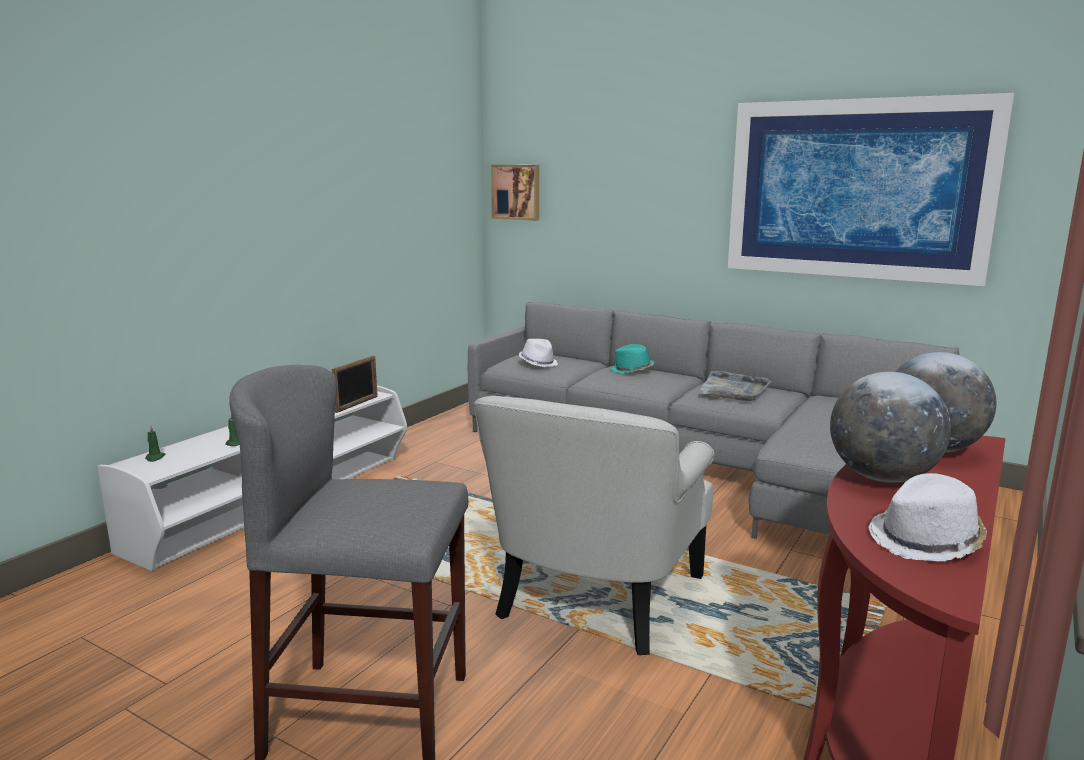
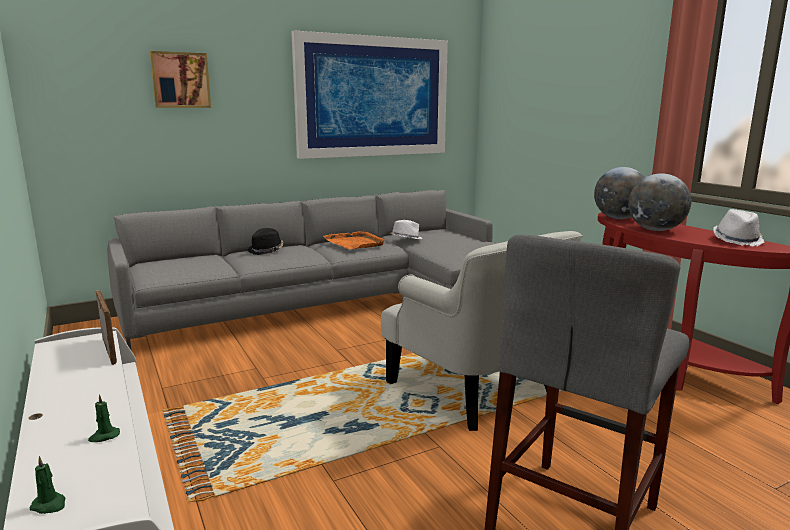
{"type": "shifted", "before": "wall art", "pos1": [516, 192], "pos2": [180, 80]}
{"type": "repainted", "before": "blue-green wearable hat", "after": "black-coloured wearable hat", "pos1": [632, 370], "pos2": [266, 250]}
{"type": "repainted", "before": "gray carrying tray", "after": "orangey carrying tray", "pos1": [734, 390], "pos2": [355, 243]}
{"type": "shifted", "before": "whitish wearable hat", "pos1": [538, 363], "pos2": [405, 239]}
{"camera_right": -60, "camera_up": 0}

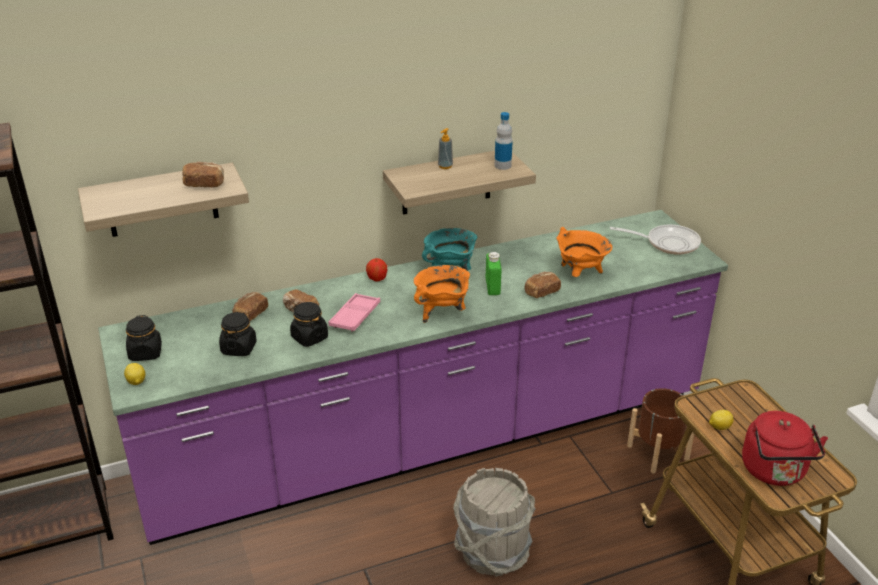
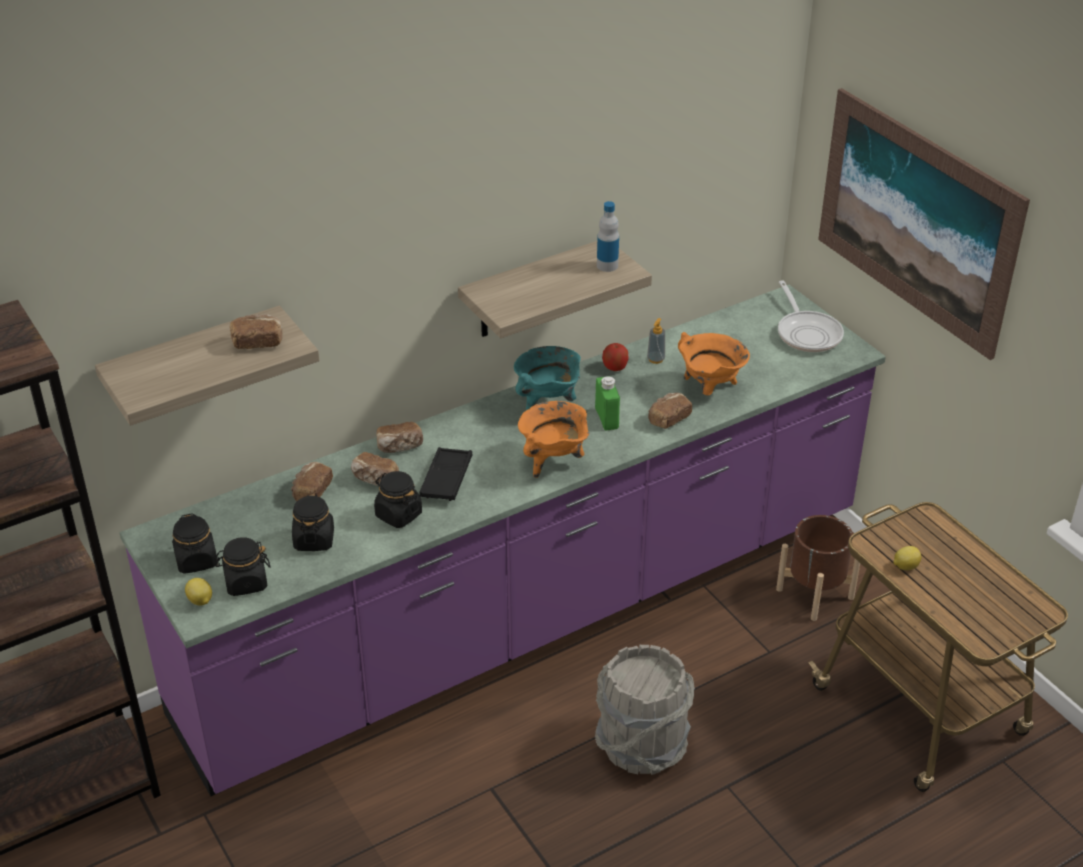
{"type": "new", "after": "black-coloured preserve jar", "pos2": [245, 582]}
{"type": "new", "after": "baked bread", "pos2": [400, 447]}
{"type": "repainted", "before": "pink carrying tray", "after": "black-coloured carrying tray", "pos1": [355, 316], "pos2": [446, 479]}
{"type": "shifted", "before": "apple", "pos1": [377, 279], "pos2": [615, 368]}
{"type": "shifted", "before": "soap bottle", "pos1": [445, 166], "pos2": [655, 359]}
{"type": "rotated", "before": "pan", "pos1": [667, 243], "pos2": [807, 333], "turn": 75}
{"type": "new", "after": "wall art", "pos2": [916, 220]}
{"type": "gone", "before": "red-coloured water kettle", "pos1": [775, 472]}
{"camera_right": -10, "camera_up": 5}

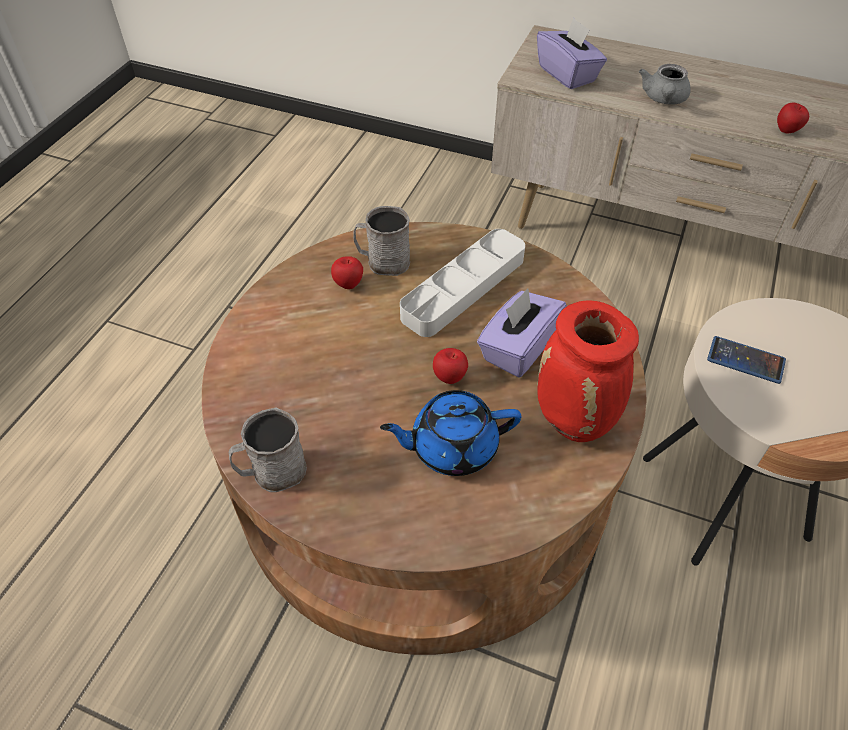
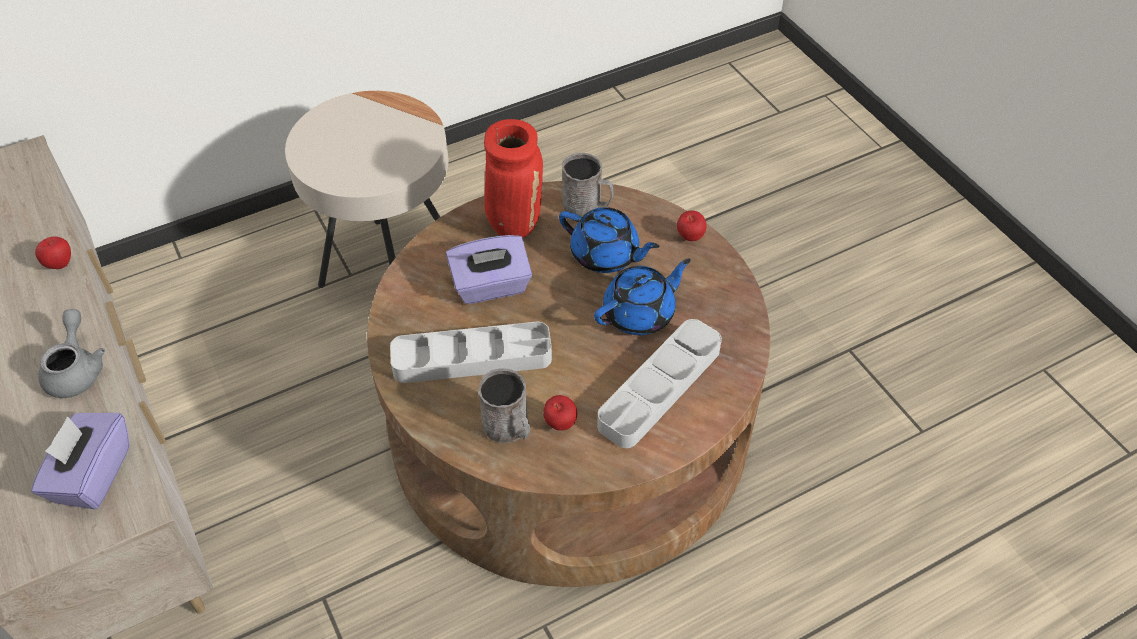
{"type": "rotated", "before": "gray tea pot", "pos1": [663, 99], "pos2": [77, 370], "turn": -60}
{"type": "shifted", "before": "gray coffee mug", "pos1": [272, 472], "pos2": [587, 206]}
{"type": "new", "after": "blue-coloured tea pot", "pos2": [640, 314]}
{"type": "new", "after": "gray carrying tray", "pos2": [660, 387]}
{"type": "shifted", "before": "apple", "pos1": [450, 377], "pos2": [689, 237]}
{"type": "gone", "before": "phone", "pos1": [745, 360]}
{"camera_right": -140, "camera_up": 0}

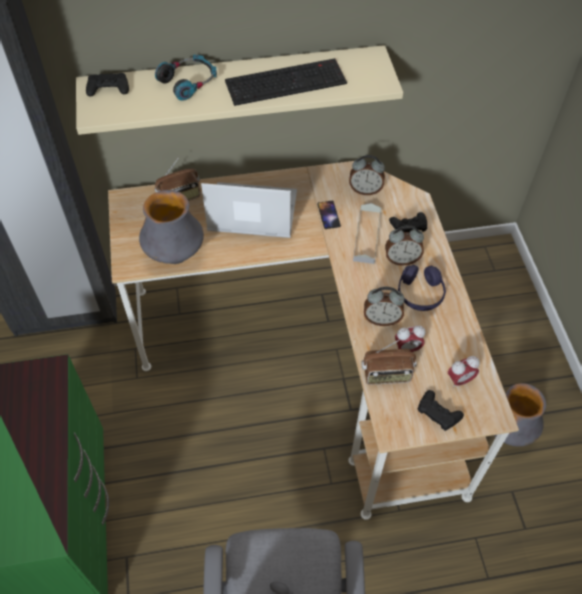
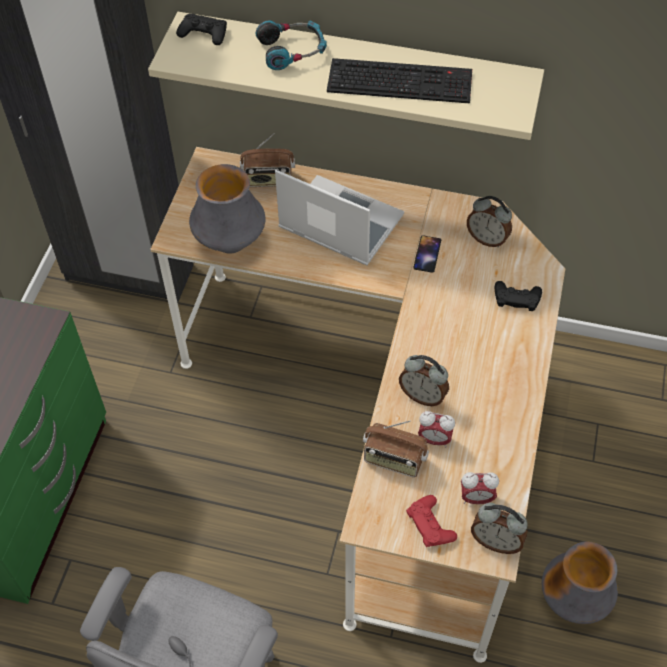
{"type": "repainted", "before": "black-coloured game controller", "after": "red-coloured game controller", "pos1": [438, 412], "pos2": [430, 524]}
{"type": "shifted", "before": "bedside clock", "pos1": [401, 259], "pos2": [496, 541]}
{"type": "gone", "before": "gray carrying tray", "pos1": [367, 236]}
{"type": "gone", "before": "purple pair of headphones", "pos1": [420, 293]}
{"camera_right": 25, "camera_up": 0}

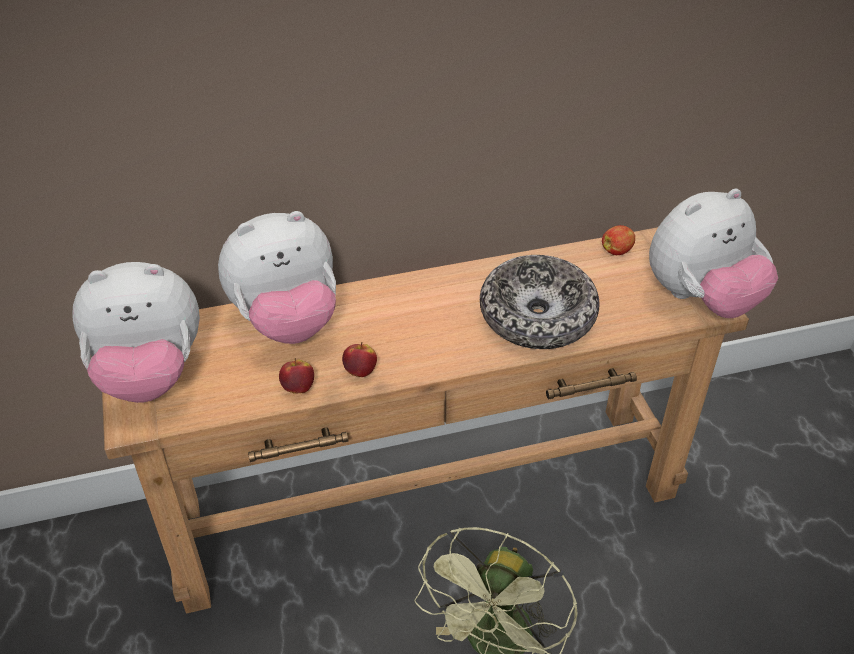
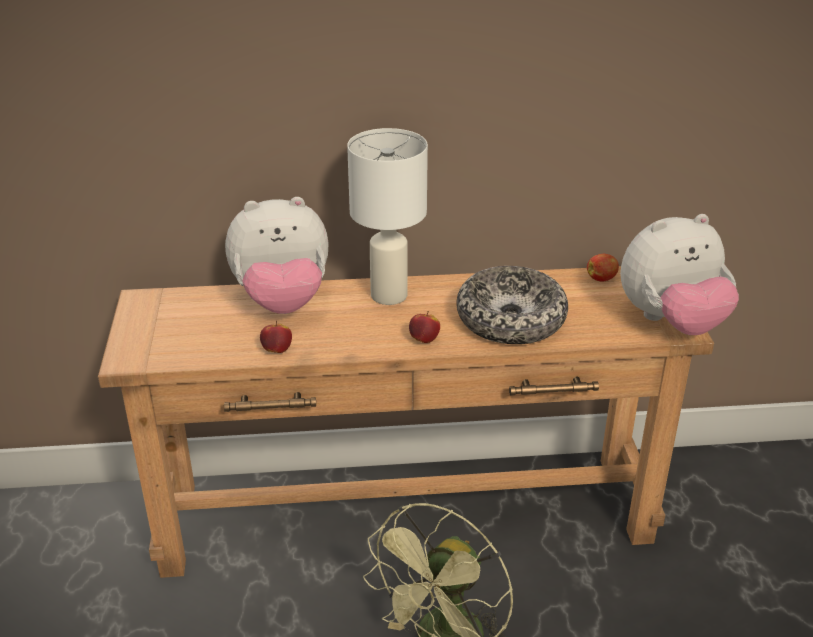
{"type": "new", "after": "whitish table lamp", "pos2": [390, 295]}
{"type": "shifted", "before": "apple", "pos1": [360, 371], "pos2": [424, 340]}
{"type": "gone", "before": "cuddly toy", "pos1": [149, 375]}
{"camera_right": 10, "camera_up": -10}

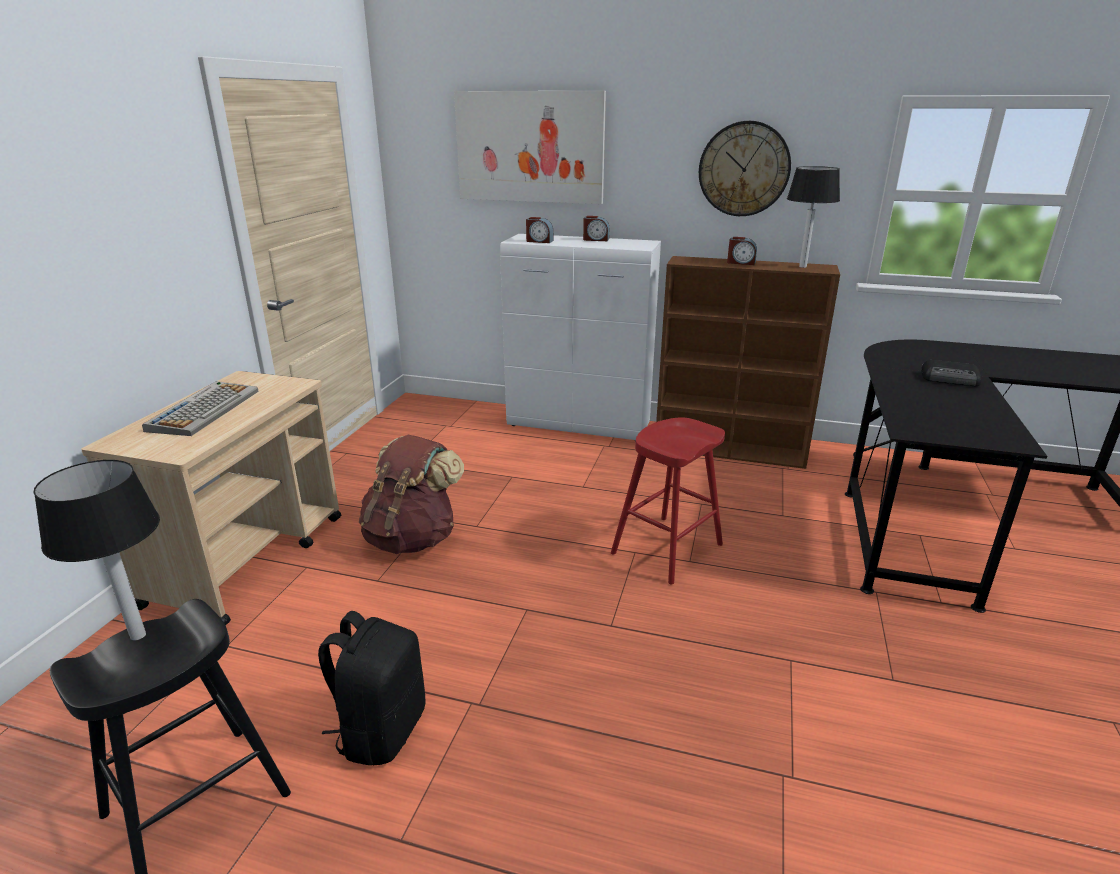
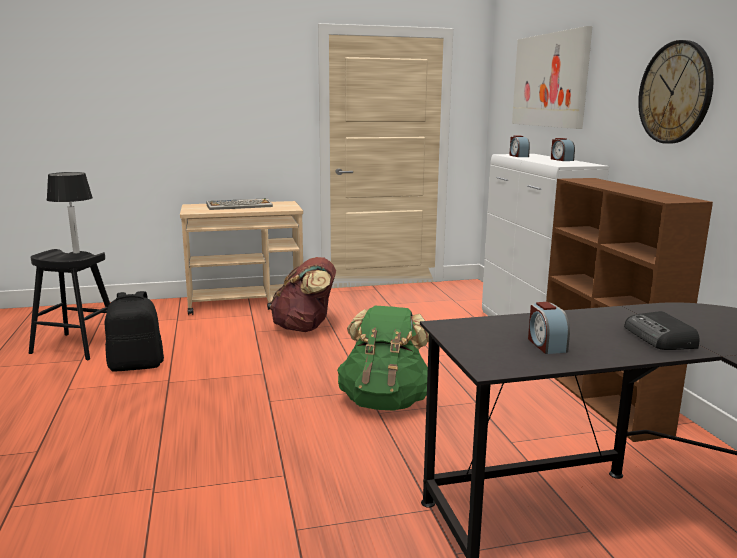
{"type": "swapped", "before": "red-coloured stool seat", "after": "greenish rucksack", "pos1": [667, 549], "pos2": [385, 401]}
{"type": "shifted", "before": "bedside clock", "pos1": [741, 262], "pos2": [546, 345]}
{"type": "gone", "before": "table lamp", "pos1": [803, 267]}
{"camera_right": 60, "camera_up": -10}

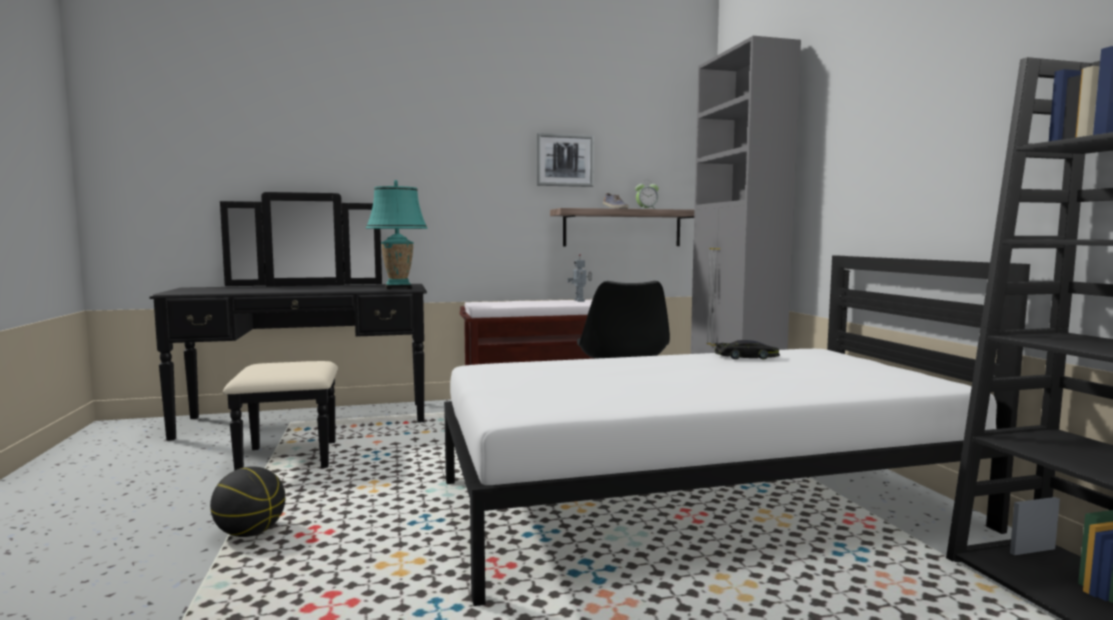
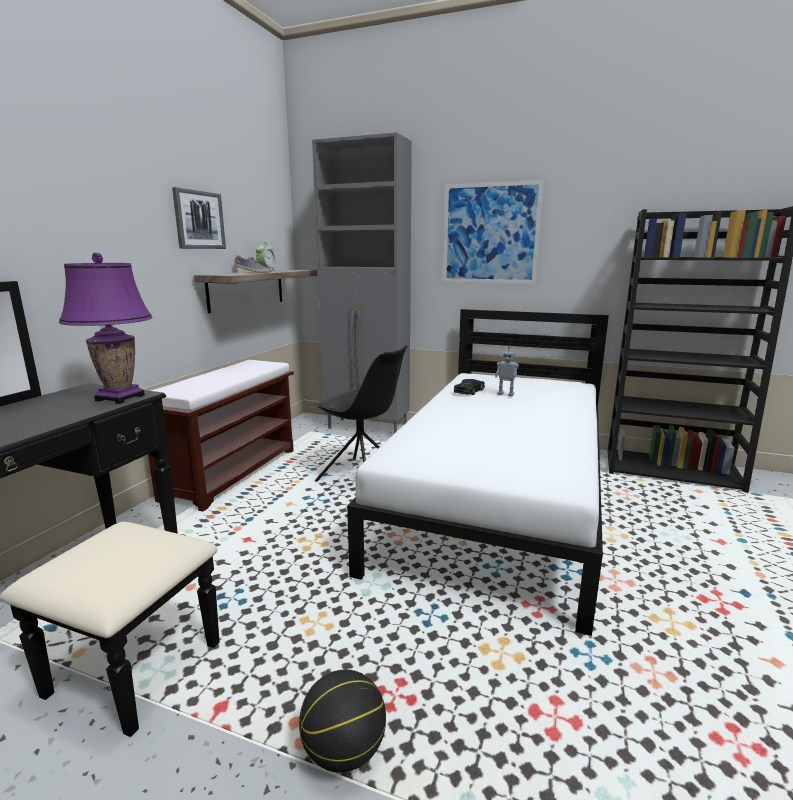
{"type": "repainted", "before": "blue-green table lamp", "after": "purple table lamp", "pos1": [398, 288], "pos2": [120, 398]}
{"type": "new", "after": "wall art", "pos2": [490, 234]}
{"type": "shifted", "before": "model robot", "pos1": [580, 301], "pos2": [506, 394]}
{"camera_right": -55, "camera_up": 10}

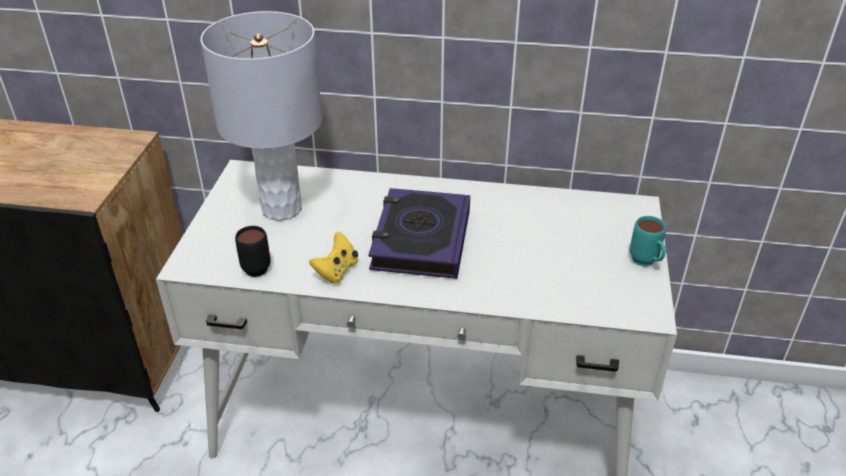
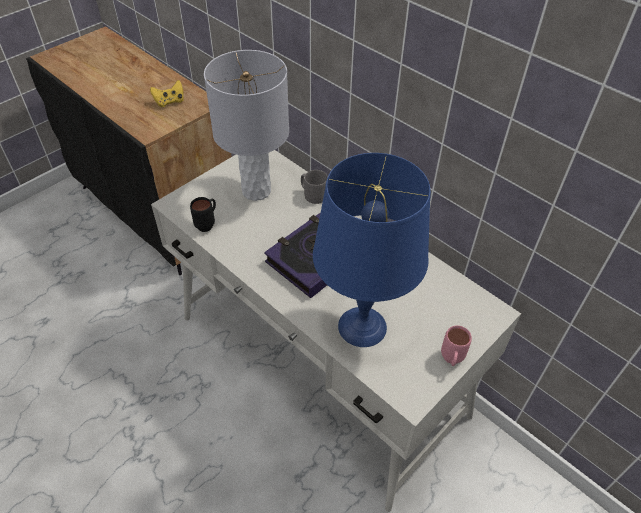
{"type": "shifted", "before": "yellowish game controller", "pos1": [336, 271], "pos2": [170, 102]}
{"type": "new", "after": "gray coffee mug", "pos2": [313, 195]}
{"type": "new", "after": "blue-coloured table lamp", "pos2": [361, 326]}
{"type": "repainted", "before": "blue-green coffee mug", "after": "pink coffee mug", "pos1": [646, 263], "pos2": [451, 361]}
{"camera_right": 35, "camera_up": 10}

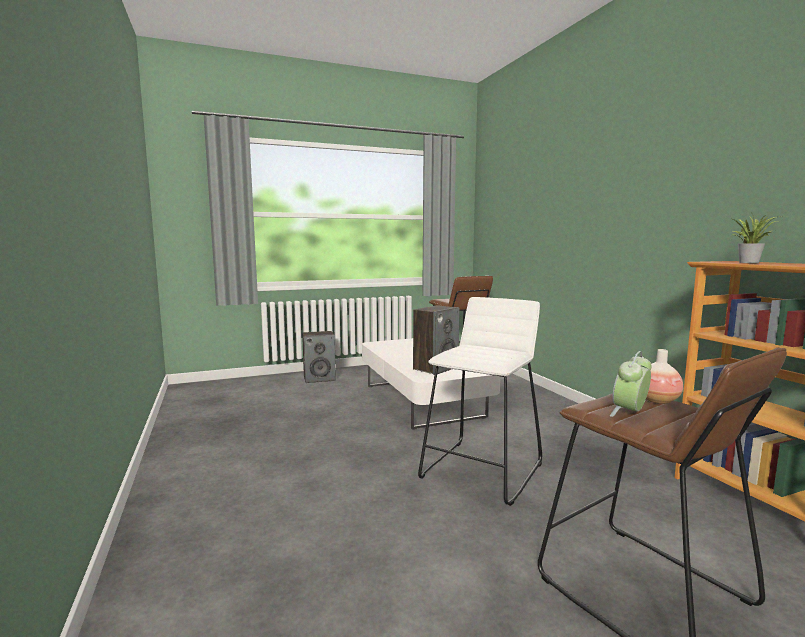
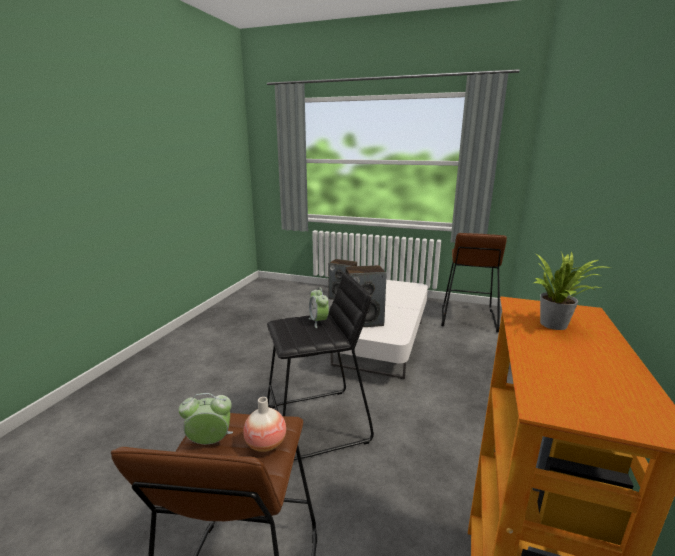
{"type": "repainted", "before": "whitish stool seat", "after": "black-coloured stool seat", "pos1": [482, 470], "pos2": [317, 424]}
{"type": "new", "after": "bedside clock", "pos2": [318, 322]}
{"camera_right": 40, "camera_up": 10}

